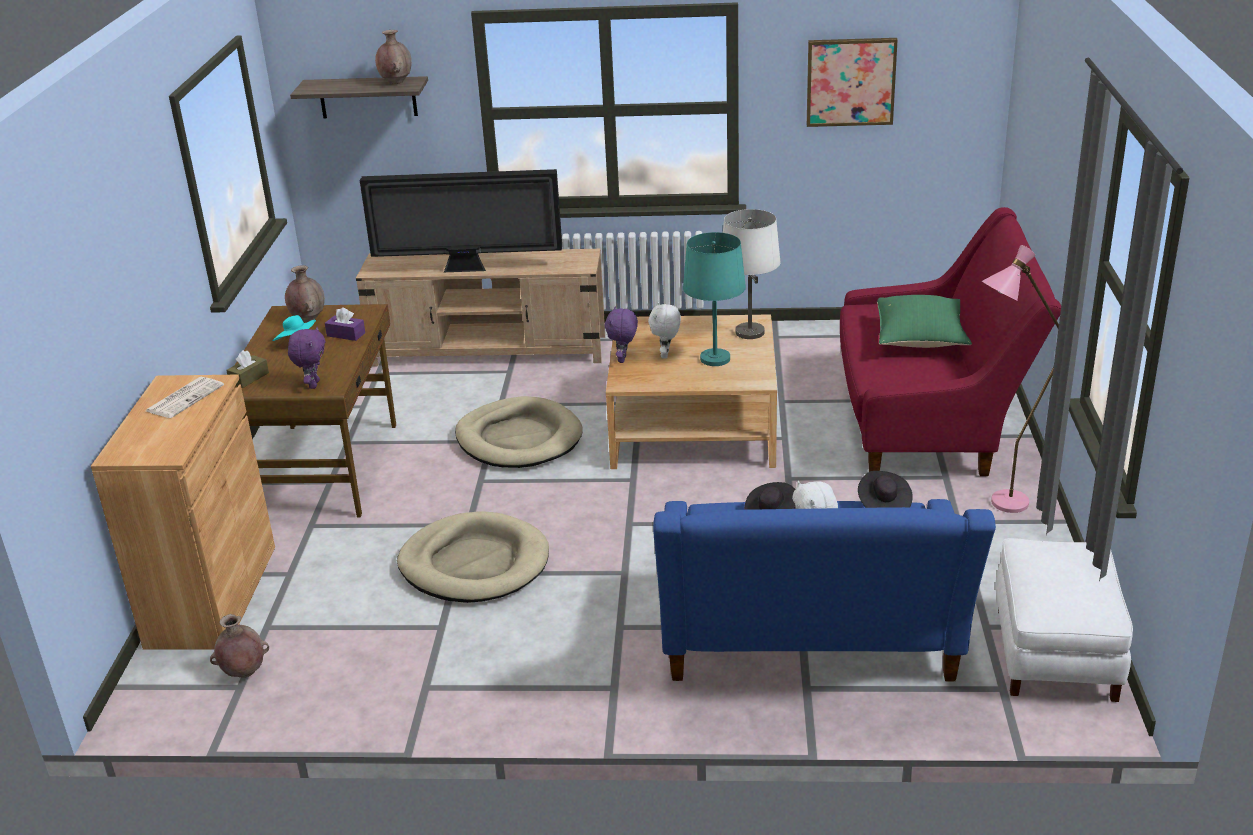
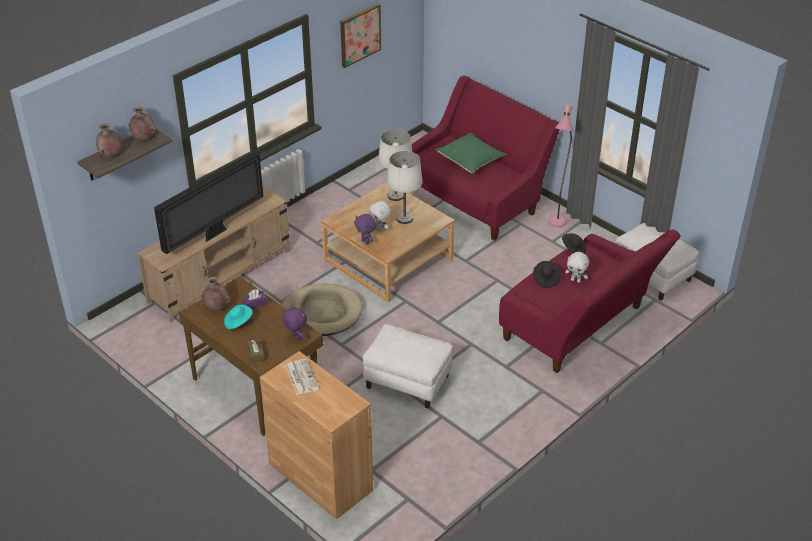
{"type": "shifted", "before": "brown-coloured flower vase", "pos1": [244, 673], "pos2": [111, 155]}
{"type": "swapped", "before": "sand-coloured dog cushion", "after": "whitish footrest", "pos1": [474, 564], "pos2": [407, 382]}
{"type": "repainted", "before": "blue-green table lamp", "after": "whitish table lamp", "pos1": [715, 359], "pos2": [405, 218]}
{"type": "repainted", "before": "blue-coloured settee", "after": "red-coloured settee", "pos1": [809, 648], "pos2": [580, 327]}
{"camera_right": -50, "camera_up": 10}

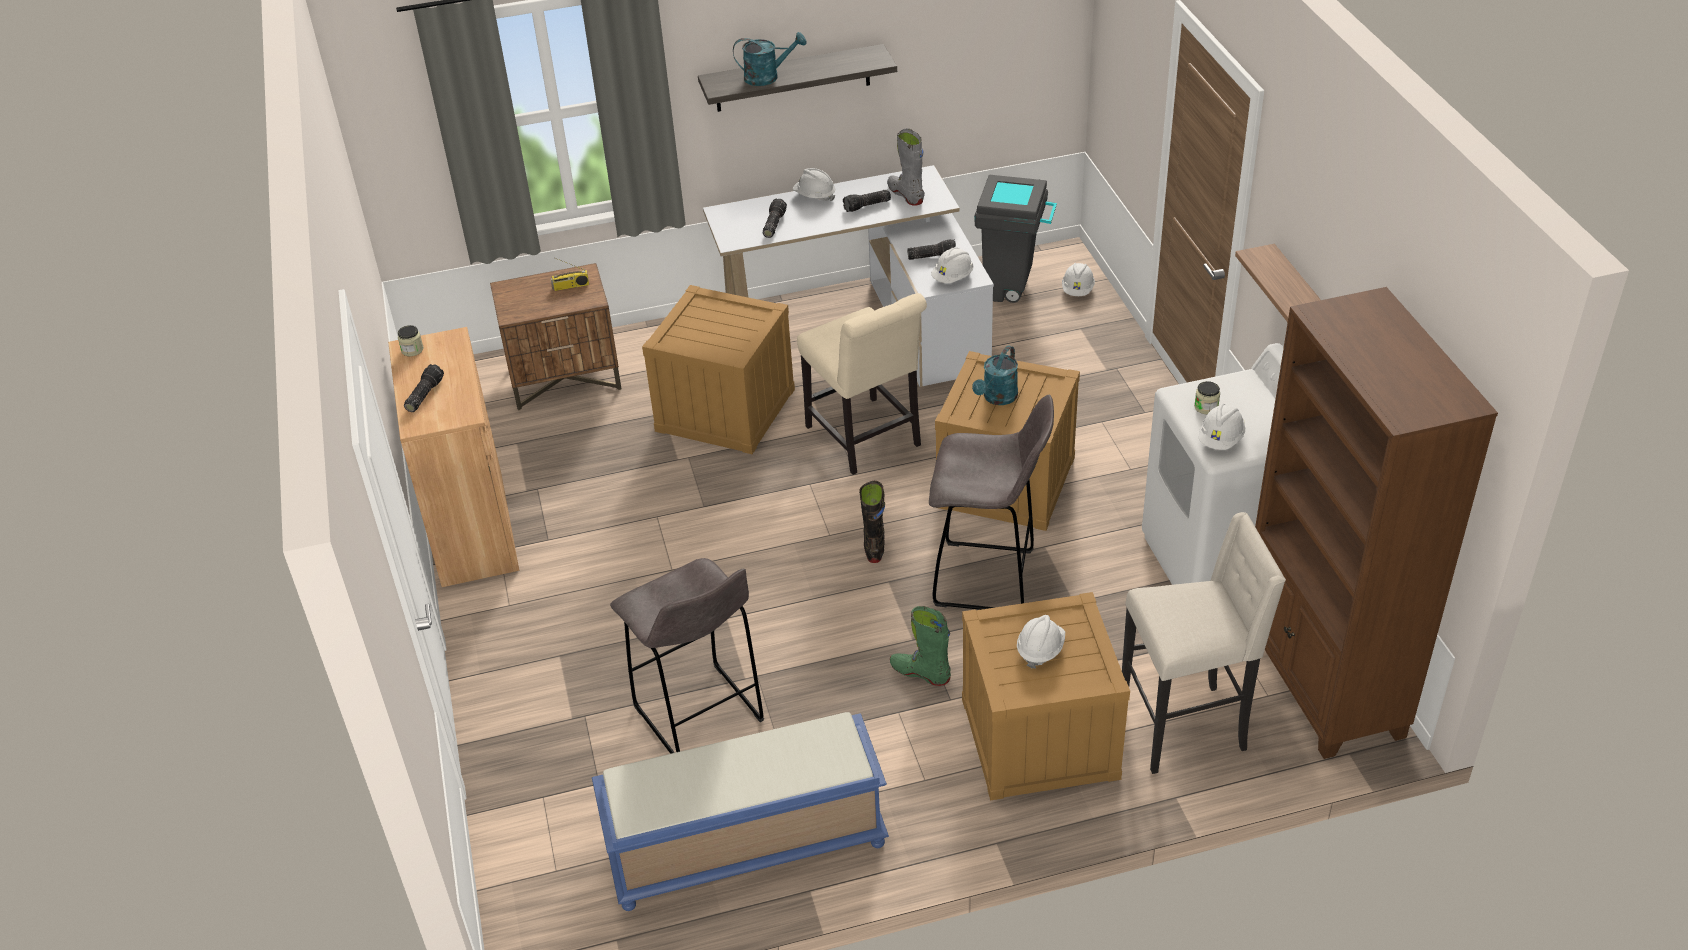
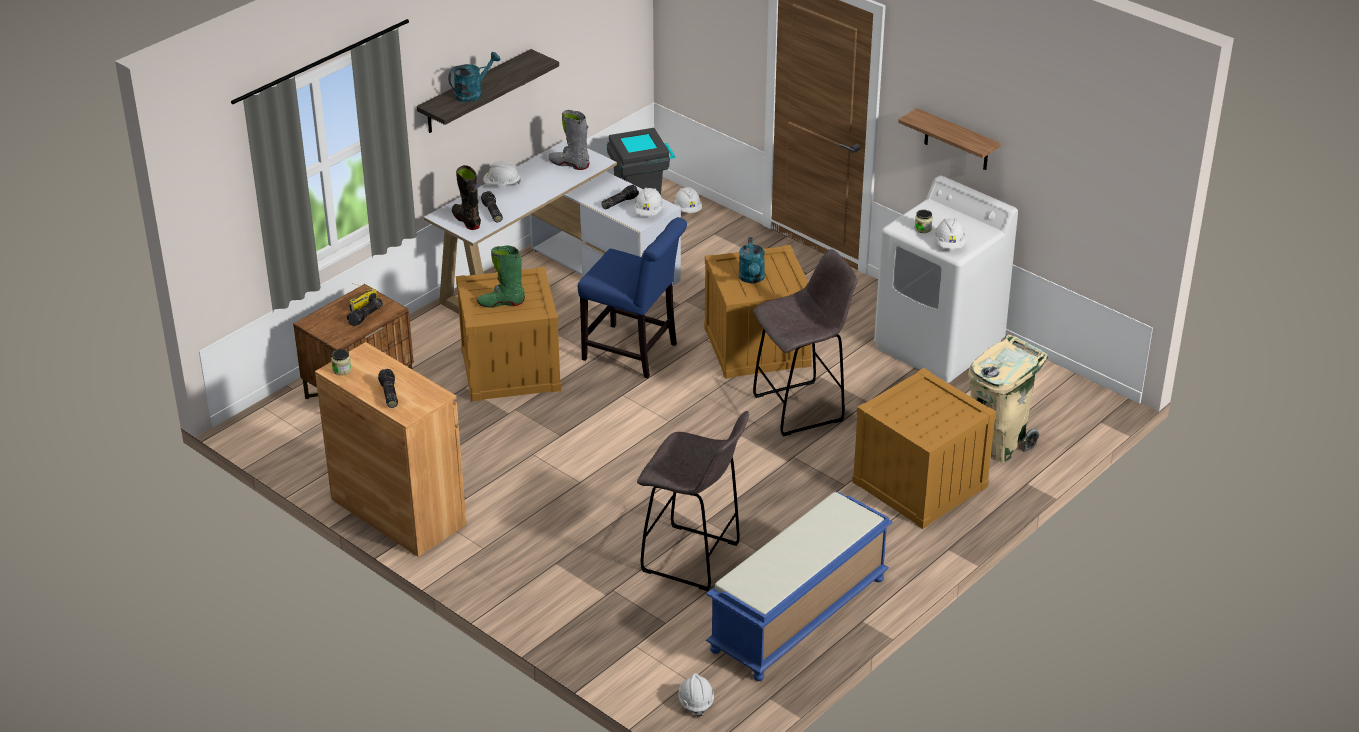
{"type": "shifted", "before": "torch", "pos1": [867, 206], "pos2": [366, 316]}
{"type": "shifted", "before": "black-coloured tall boot", "pos1": [874, 544], "pos2": [466, 220]}
{"type": "shifted", "before": "greenish tall boot", "pos1": [920, 673], "pos2": [501, 303]}
{"type": "repainted", "before": "sand-coloured chair", "after": "blue-coloured chair", "pos1": [866, 439], "pos2": [634, 353]}
{"type": "shifted", "before": "whitish work helmet", "pos1": [1040, 649], "pos2": [695, 701]}
{"type": "swapped", "before": "sand-coloured stool seat", "after": "sand-coloured rubbish bin", "pos1": [1185, 726], "pos2": [998, 444]}
{"type": "gone", "before": "brown-coloured bookcase", "pos1": [1321, 683]}
{"camera_right": -35, "camera_up": -5}

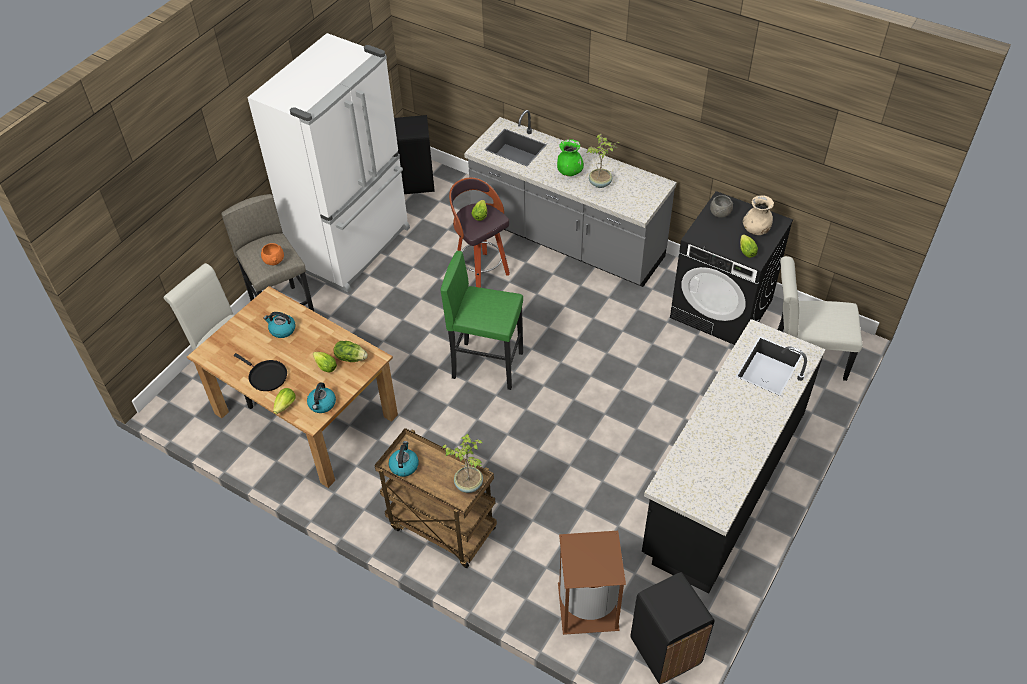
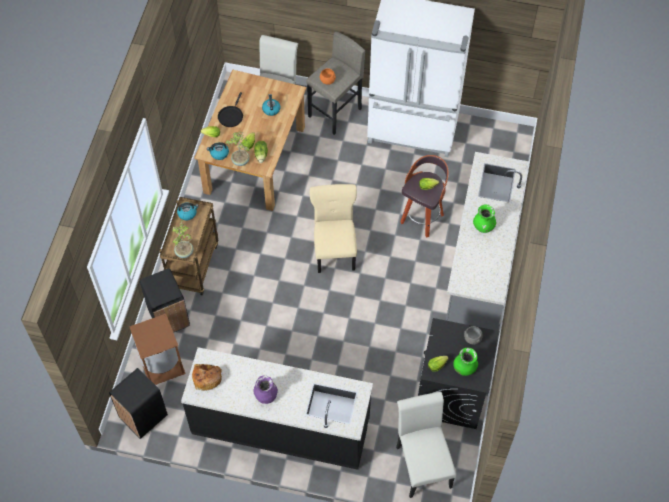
{"type": "shifted", "before": "black-coloured rubbish bin", "pos1": [414, 182], "pos2": [169, 317]}
{"type": "new", "after": "baked bread", "pos2": [206, 377]}
{"type": "shifted", "before": "houseplant", "pos1": [600, 184], "pos2": [240, 161]}
{"type": "new", "after": "purple flower vase", "pos2": [265, 395]}
{"type": "swapped", "before": "greenish stool seat", "after": "sand-coloured chair", "pos1": [487, 365], "pos2": [334, 250]}
{"type": "repainted", "before": "sand-coloured flower vase", "after": "greenish flower vase", "pos1": [756, 230], "pos2": [464, 368]}
{"camera_right": 70, "camera_up": 10}

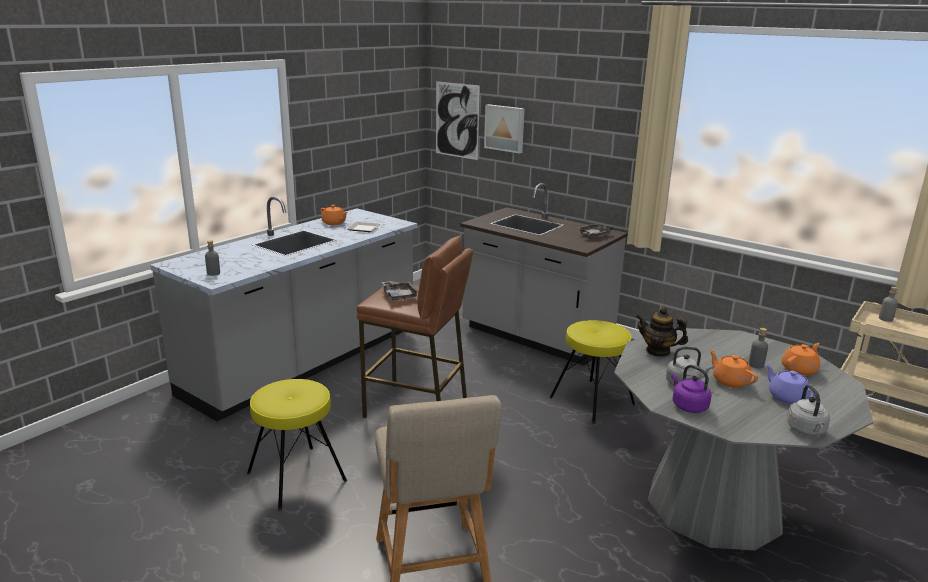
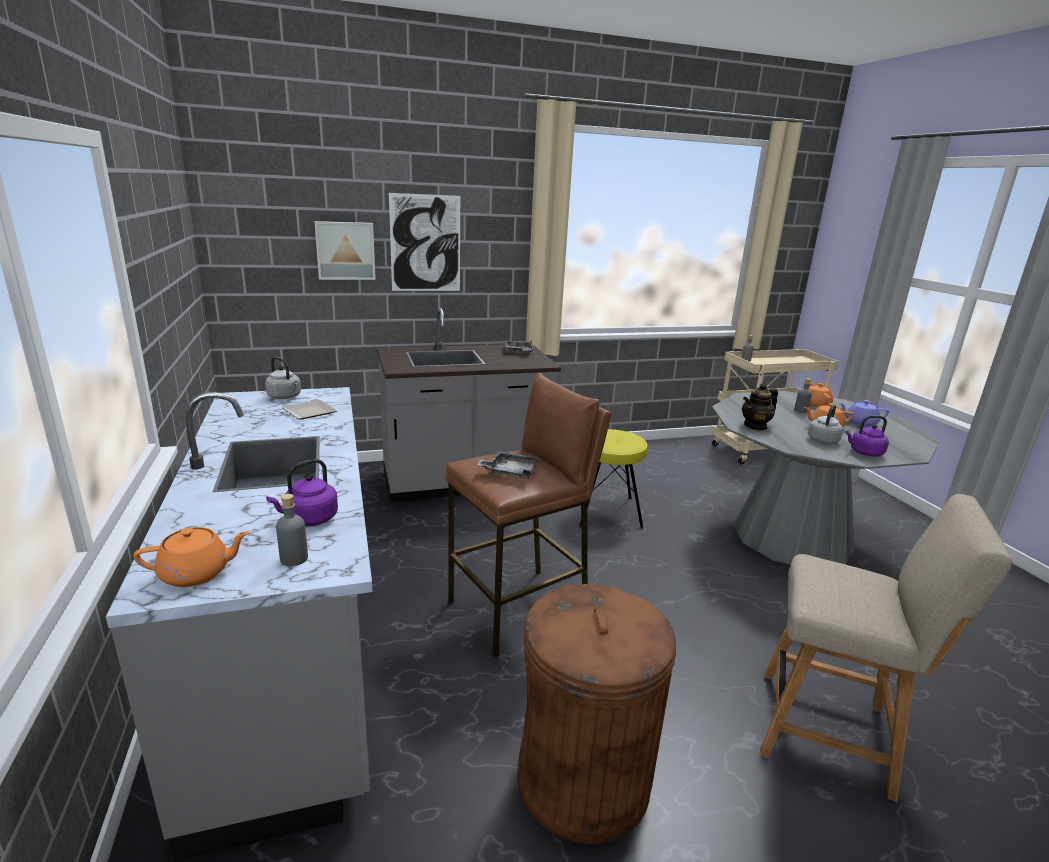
{"type": "shifted", "before": "orangey tea pot", "pos1": [334, 223], "pos2": [197, 573]}
{"type": "shifted", "before": "gray water kettle", "pos1": [806, 430], "pos2": [285, 397]}
{"type": "new", "after": "purple water kettle", "pos2": [309, 519]}
{"type": "shifted", "before": "wall art", "pos1": [457, 120], "pos2": [425, 243]}
{"type": "swapped", "before": "yellowish stool seat", "after": "brown-coloured rubbish bin", "pos1": [296, 476], "pos2": [582, 778]}
{"camera_right": -55, "camera_up": 0}

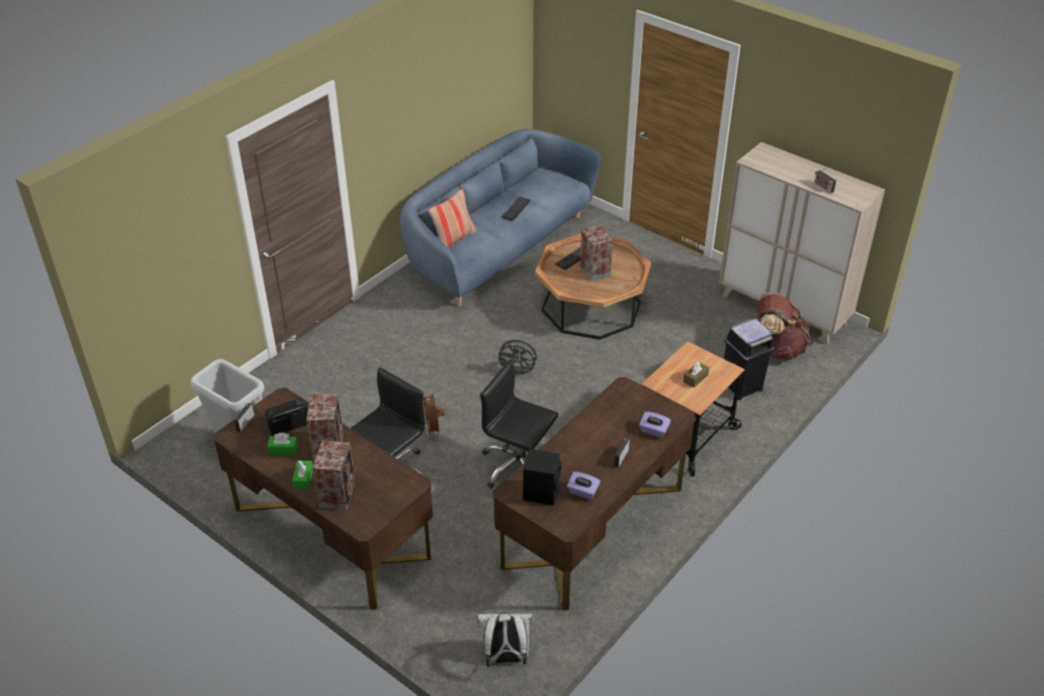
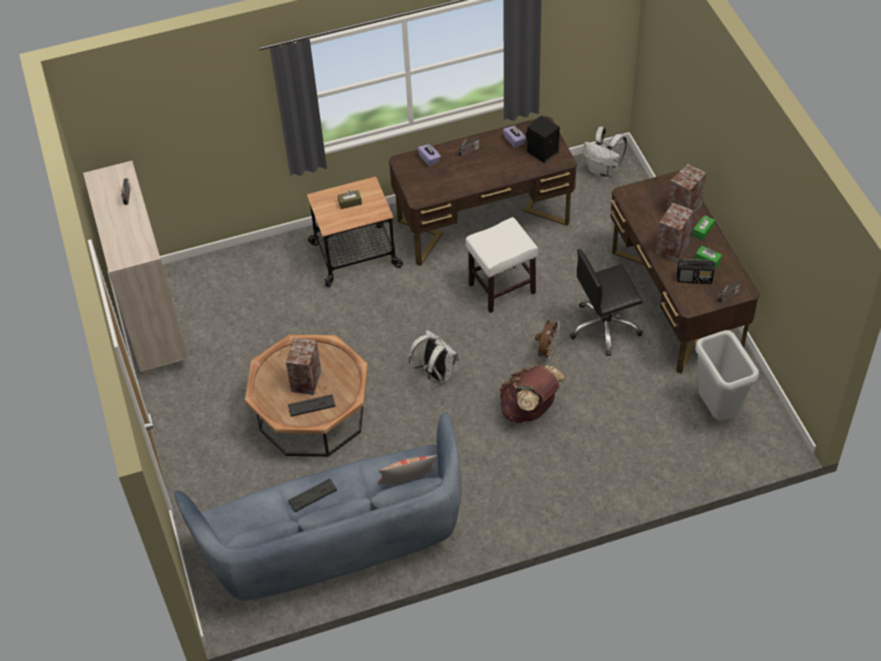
{"type": "swapped", "before": "gray electric fan", "after": "whitish rucksack", "pos1": [517, 372], "pos2": [436, 374]}
{"type": "swapped", "before": "black-coloured office chair", "after": "whitish stool seat", "pos1": [518, 467], "pos2": [501, 289]}
{"type": "shifted", "before": "brown-coloured rucksack", "pos1": [777, 348], "pos2": [529, 409]}
{"type": "gone", "before": "black-coloured rubbish bin", "pos1": [742, 385]}
{"camera_right": -145, "camera_up": 10}

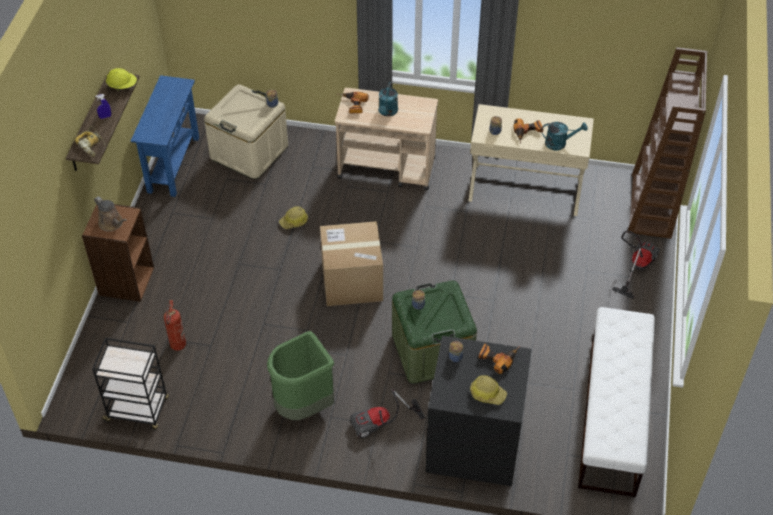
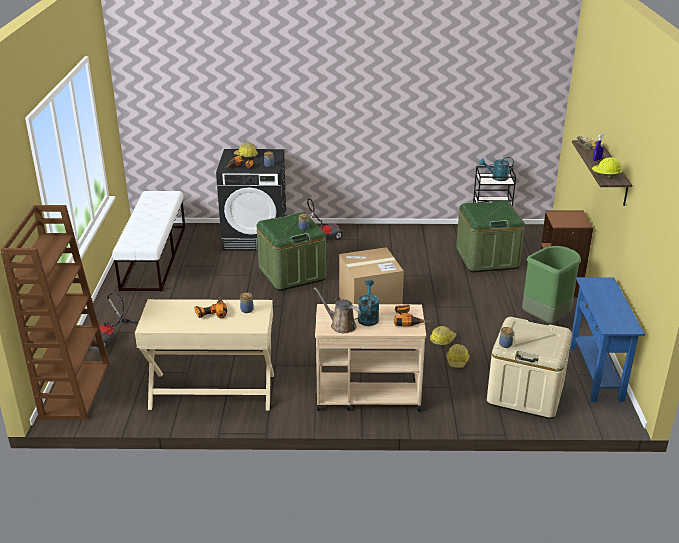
{"type": "shifted", "before": "brown-coloured watering pot", "pos1": [112, 223], "pos2": [341, 325]}
{"type": "new", "after": "work helmet", "pos2": [457, 361]}
{"type": "swapped", "before": "extinguisher", "after": "greenish storage box", "pos1": [177, 348], "pos2": [487, 258]}
{"type": "shifted", "before": "blue-green watering pot", "pos1": [559, 143], "pos2": [497, 178]}
{"type": "shifted", "before": "greenish rubbish bin", "pos1": [304, 406], "pos2": [546, 319]}
{"camera_right": 170, "camera_up": -20}

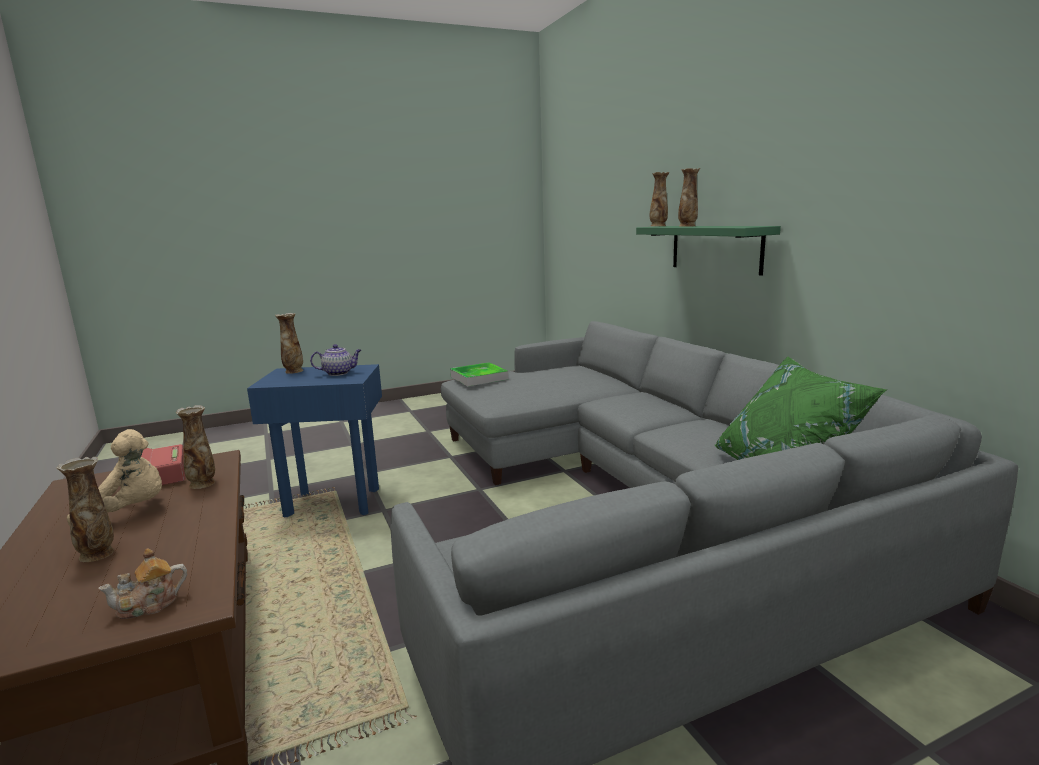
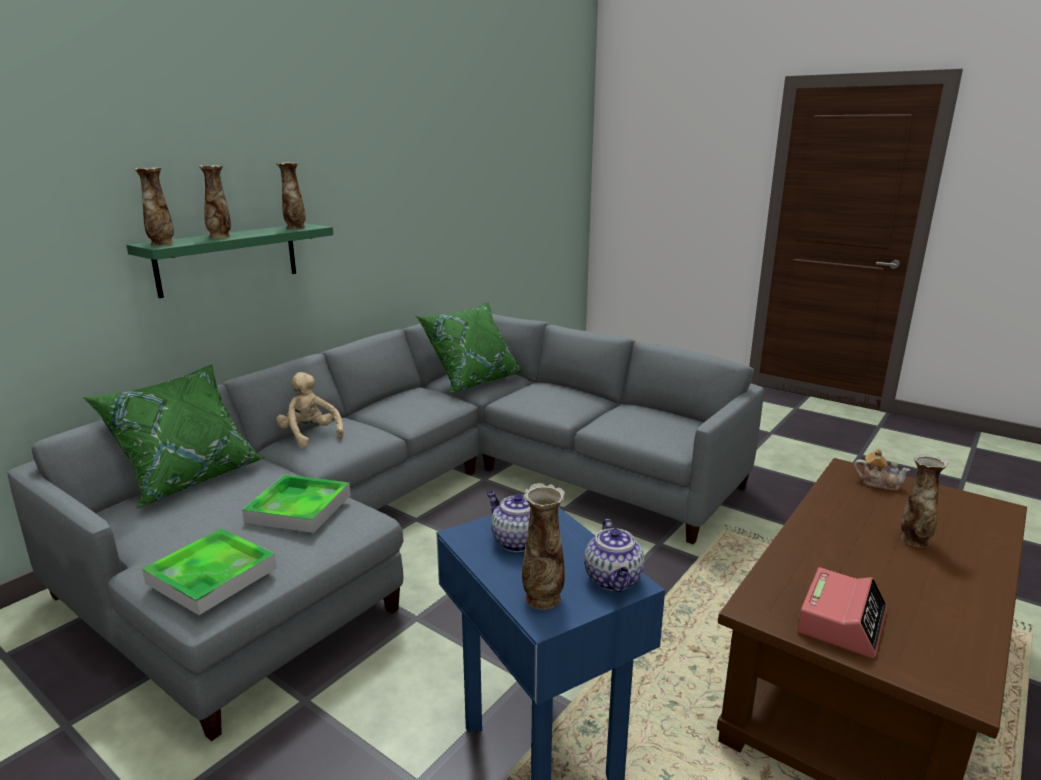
{"type": "new", "after": "greenish cushion", "pos2": [188, 478]}
{"type": "new", "after": "carrying tray", "pos2": [299, 508]}
{"type": "shifted", "before": "flower vase", "pos1": [203, 483], "pos2": [295, 228]}
{"type": "shifted", "before": "sand-coloured cuddly toy", "pos1": [130, 511], "pos2": [310, 435]}
{"type": "new", "after": "tea pot", "pos2": [614, 580]}
{"camera_right": -120, "camera_up": 5}

